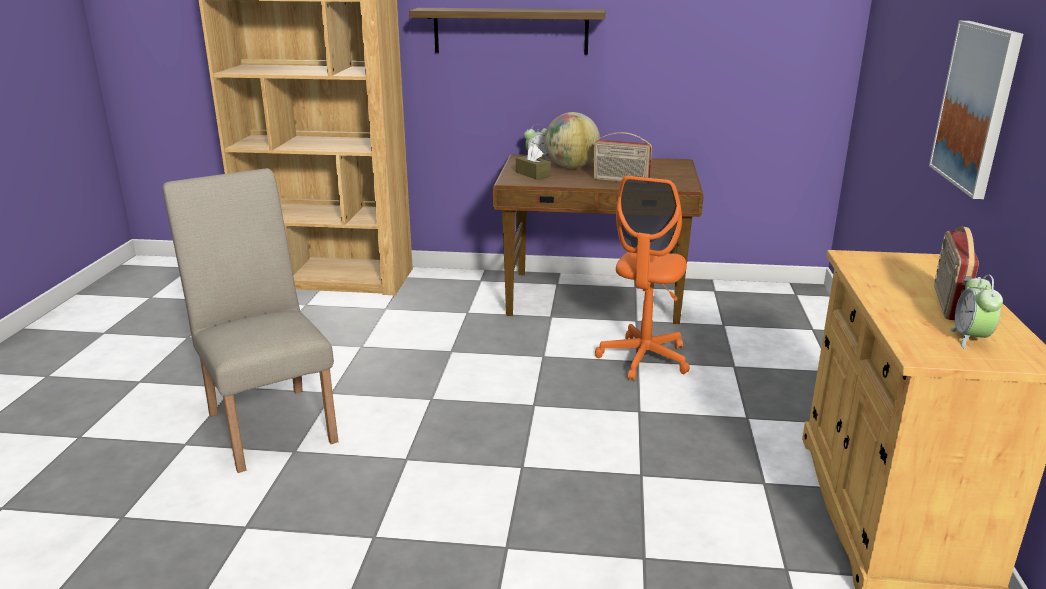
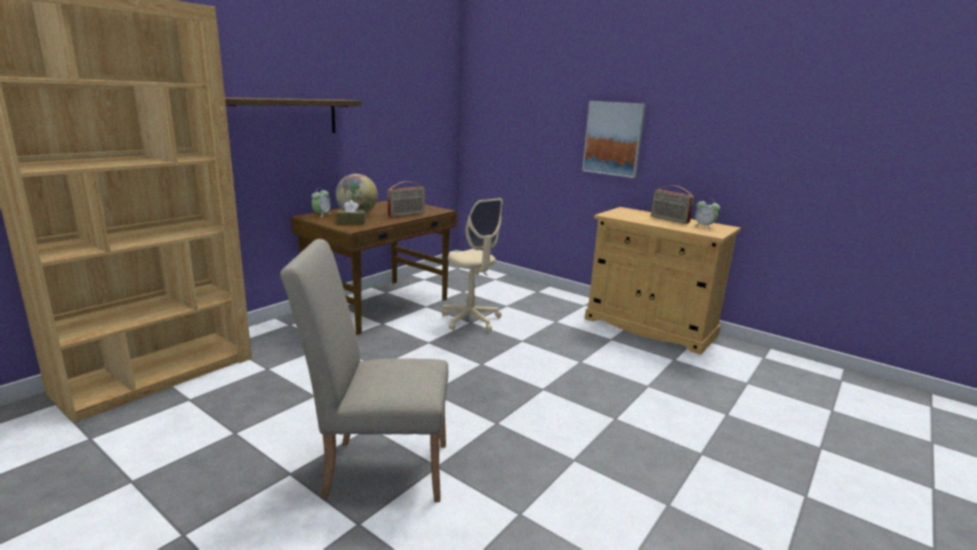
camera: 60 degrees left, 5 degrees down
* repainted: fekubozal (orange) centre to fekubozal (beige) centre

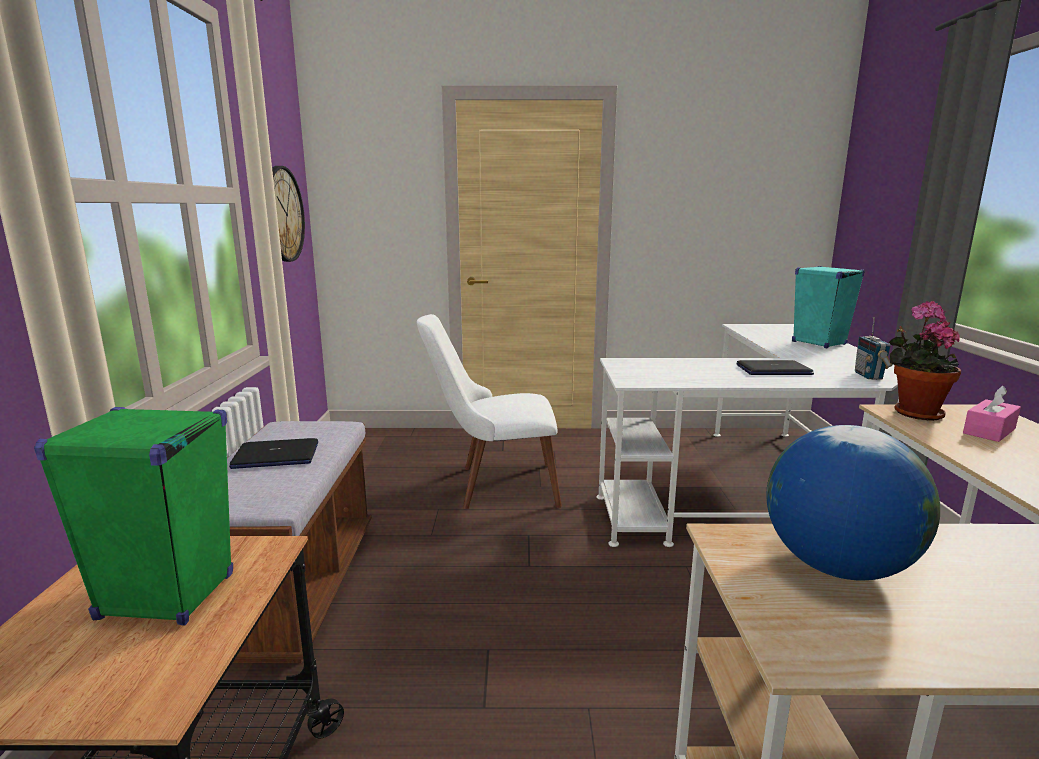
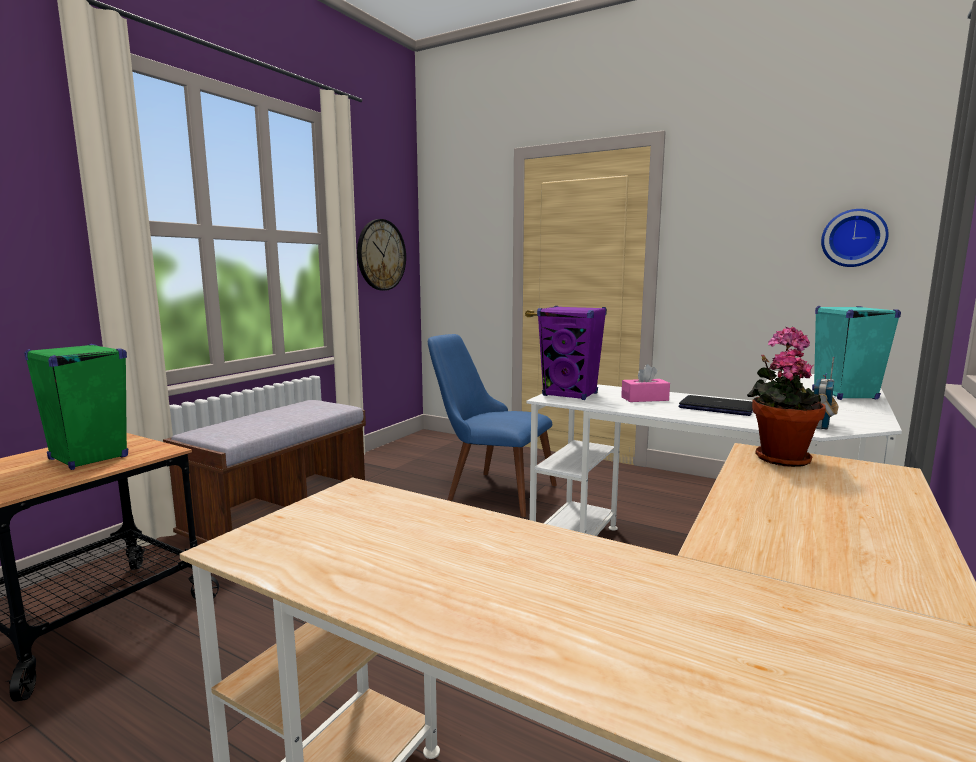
camera: 30 degrees right, 5 degrees down
* repainted: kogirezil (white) centre to kogirezil (blue) centre
* new: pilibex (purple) centre
* shifted: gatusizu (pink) middle right to centre
* new: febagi (no. 2 from left) top right
* gone: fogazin (no. 1 from left) middle left
* gone: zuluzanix middle right

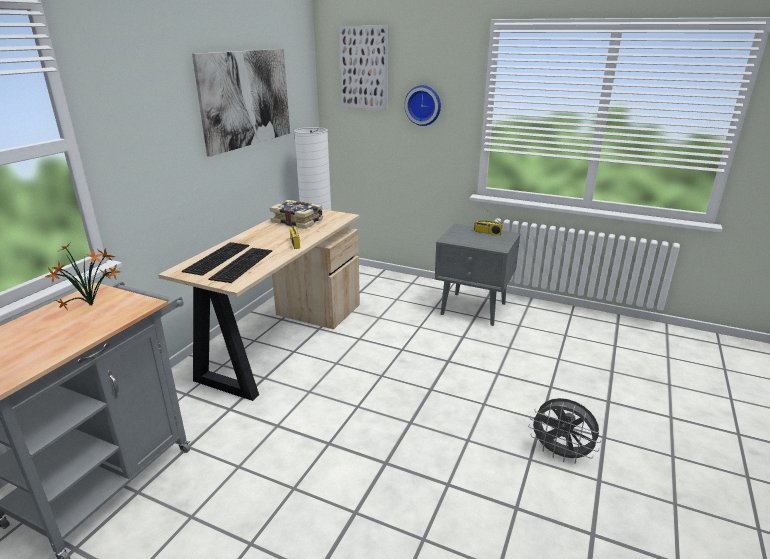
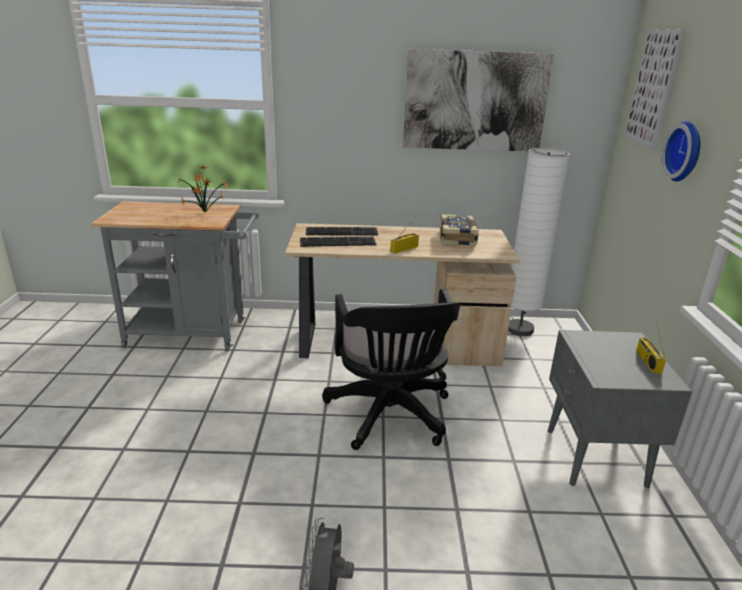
camera: 65 degrees right, 0 degrees up
* new: fekubozal (black) centre

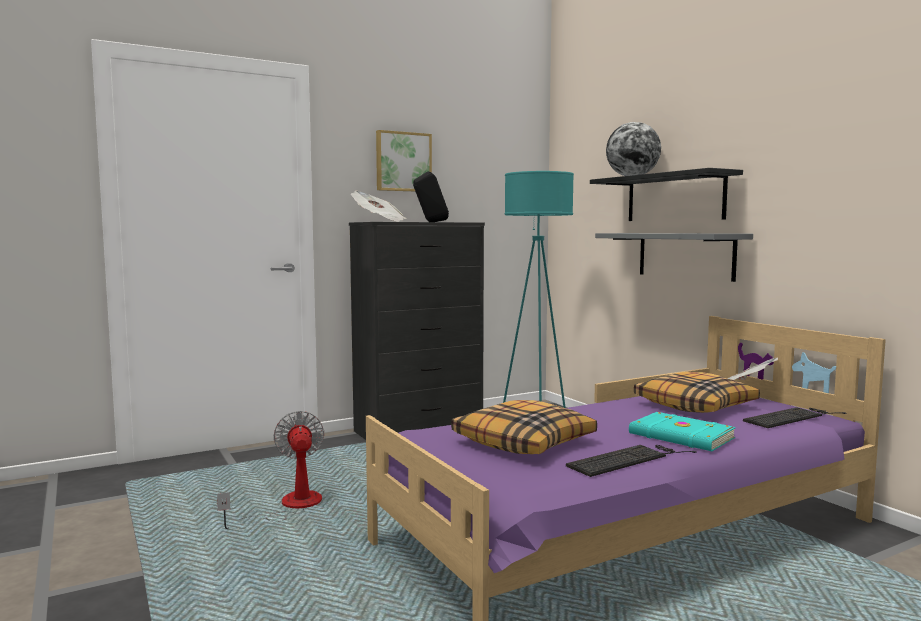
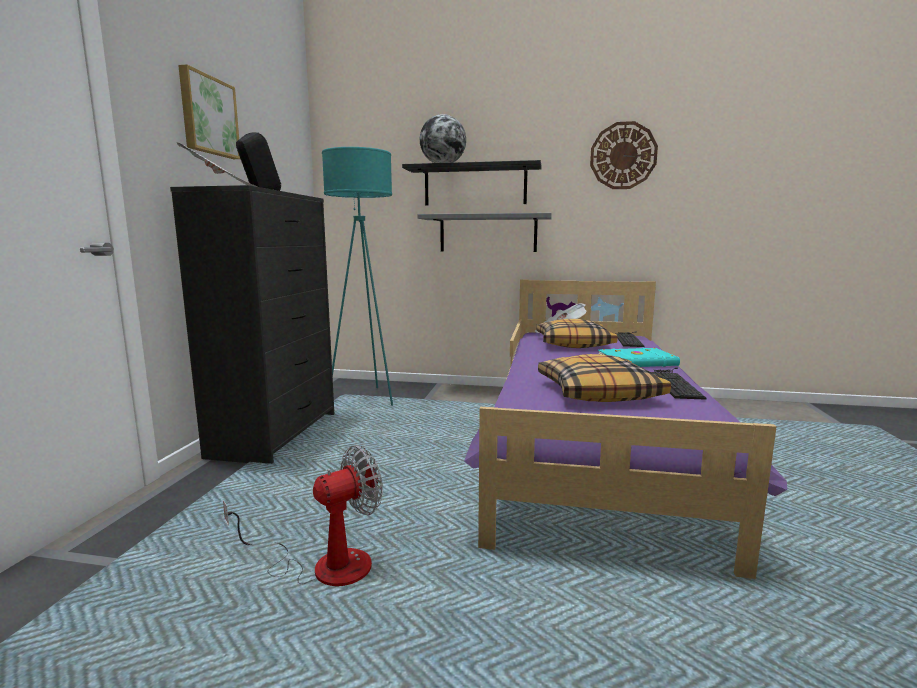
camera: 50 degrees left, 5 degrees up
* rotated: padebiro bottom left = bottom left 120 degrees clockwise
* new: febagi top right

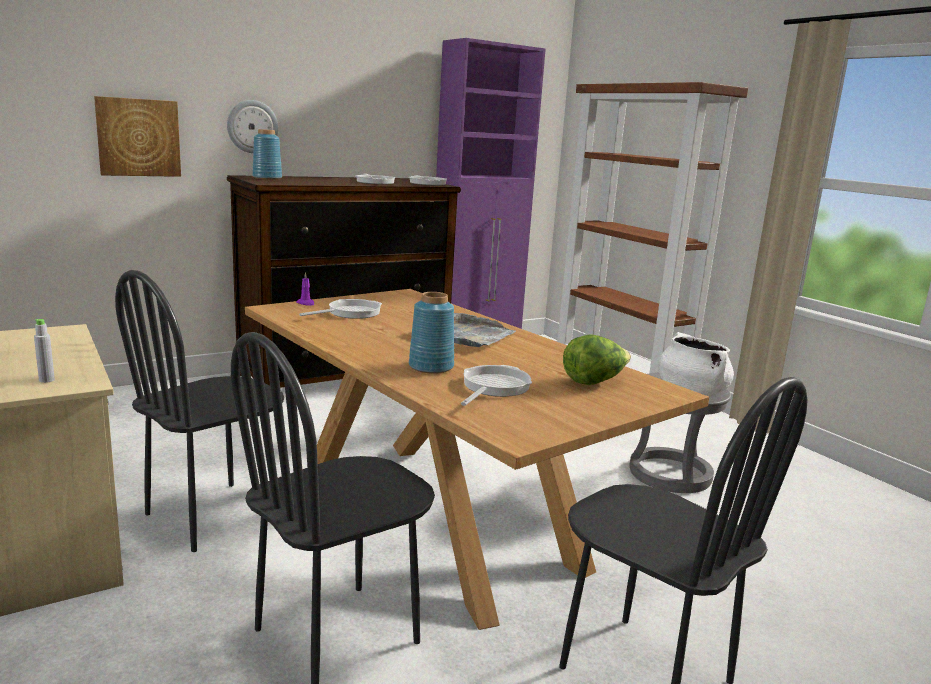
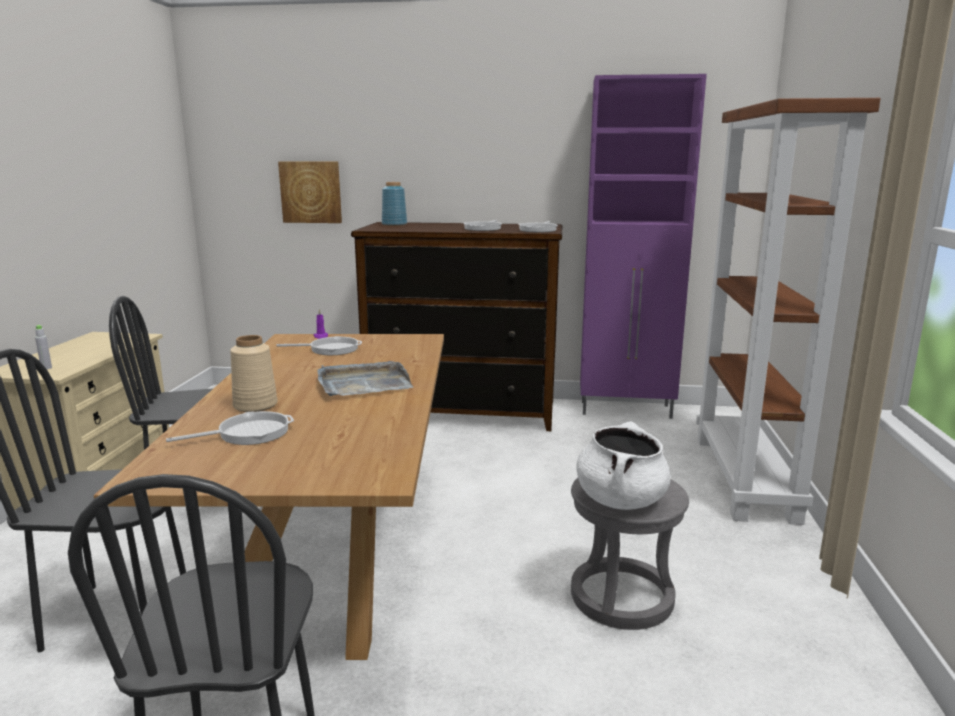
camera: 40 degrees right, 0 degrees up
* repainted: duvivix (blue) (no. 2 from left) centre to duvivix (beige) middle left
* gone: febagi top left
* gone: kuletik centre

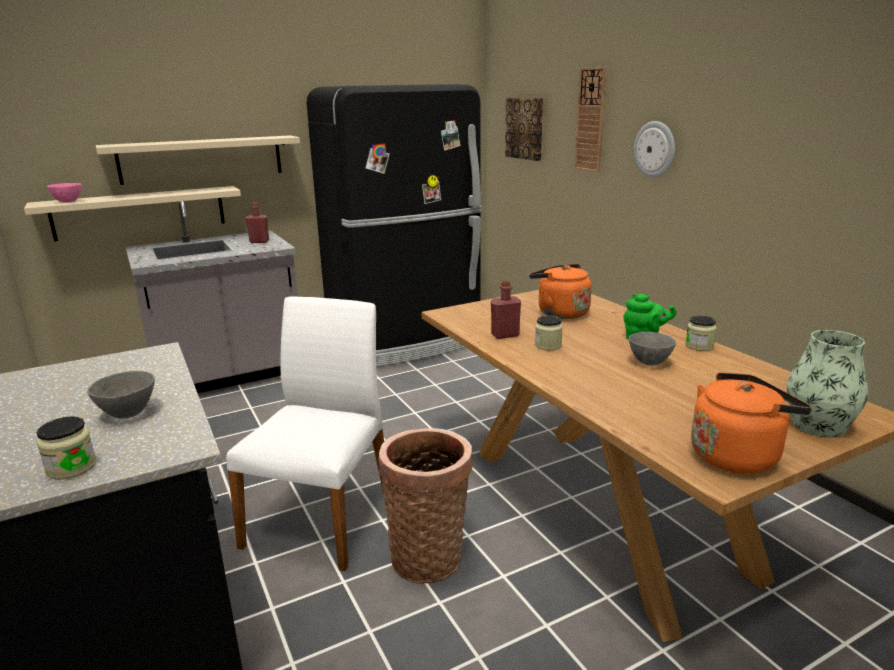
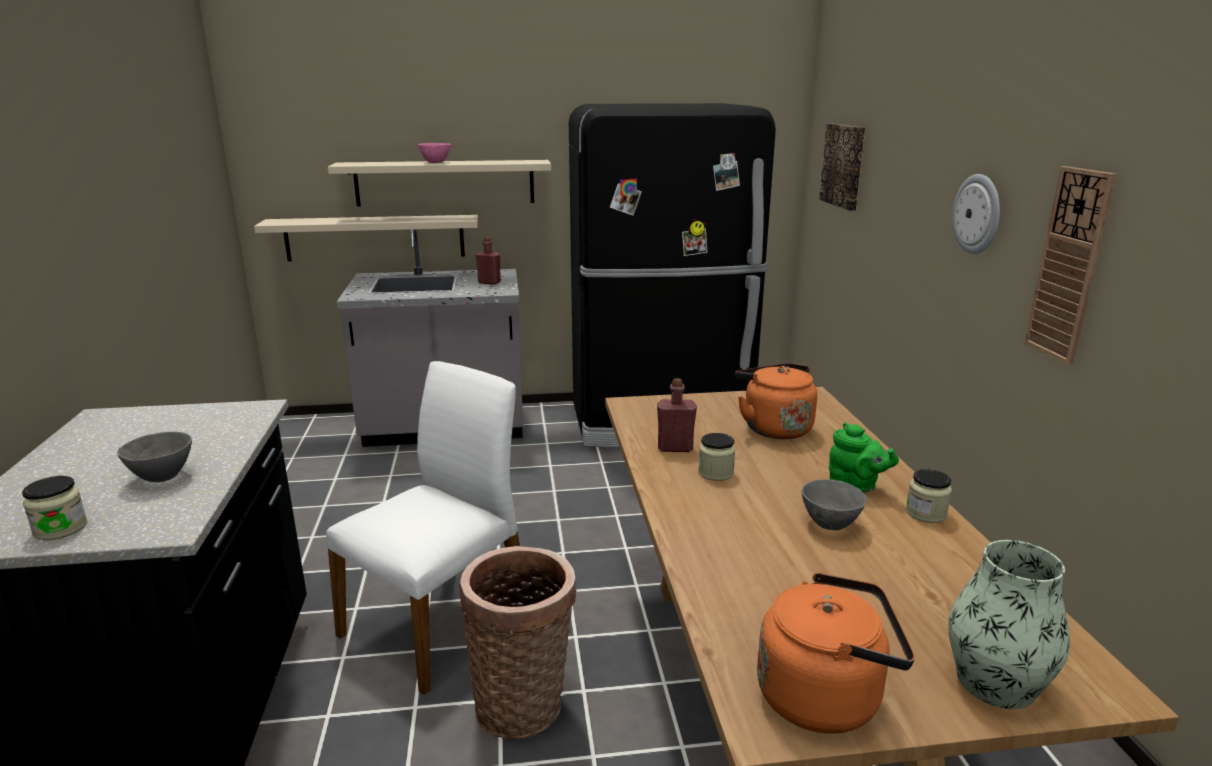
camera: 20 degrees right, 0 degrees up
* shifted: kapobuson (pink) top left to top centre
* shifted: febagi (no. 1 from left in the first image) top centre to febagi (no. 2 from left) middle right

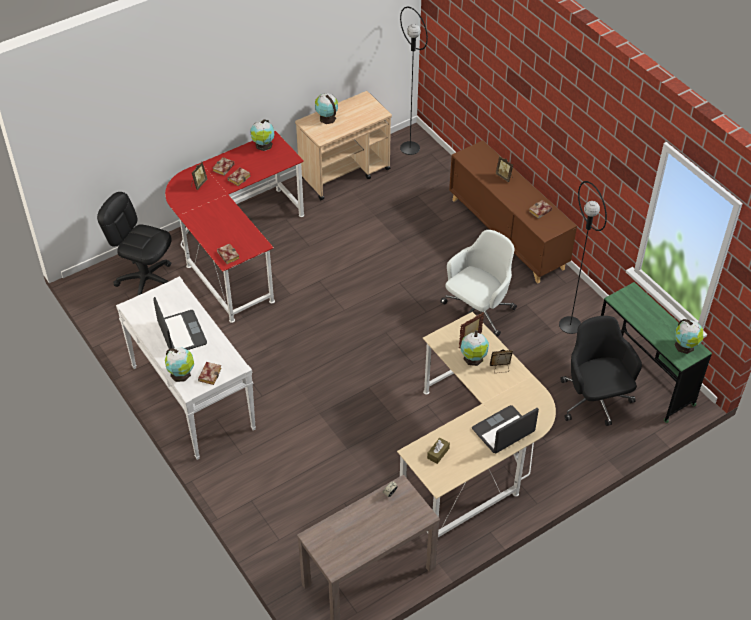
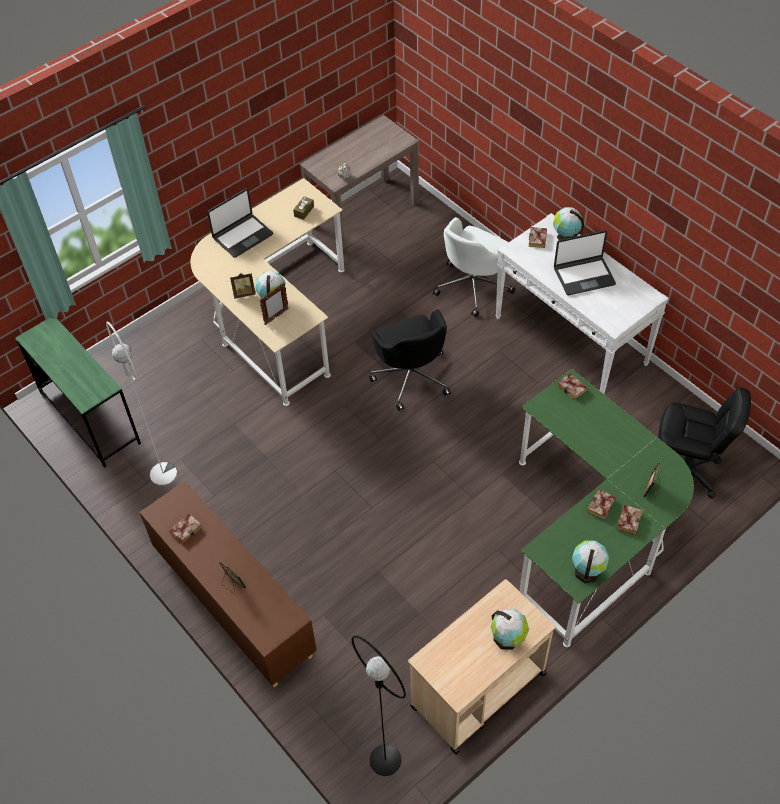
camera: 175 degrees right, 5 degrees up
* repainted: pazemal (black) (no. 2 from left) middle right to pazemal (white) middle left
* shifted: fekubozal (black) (no. 2 from left in the first image) middle right to fekubozal (black) (no. 1 from left) centre
* shifted: fekubozal (white) centre to top centre
* repainted: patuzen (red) middle left to patuzen (green) (no. 2 from left) middle right
* rotated: fogazin (no. 1 from left in the first image) middle left = top right 75 degrees counterclockwise
* gone: zuluzanix (no. 5 from left) middle right

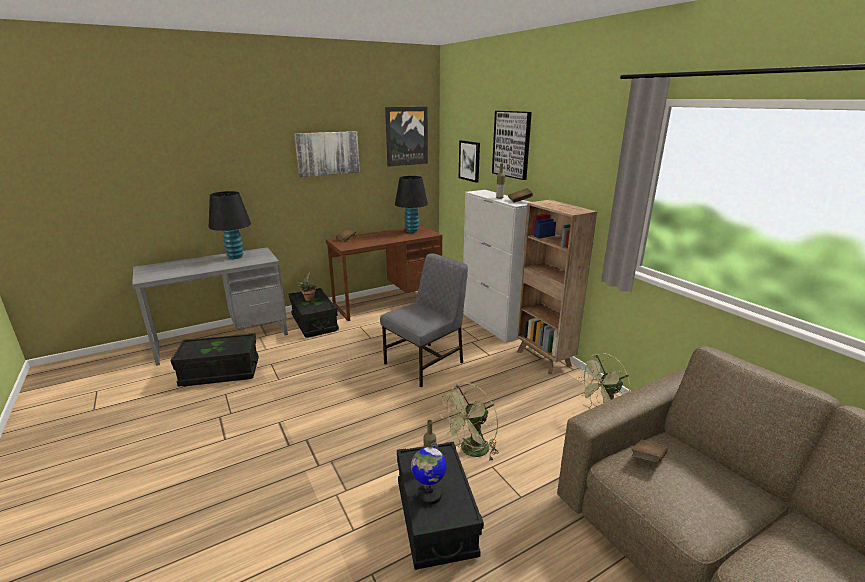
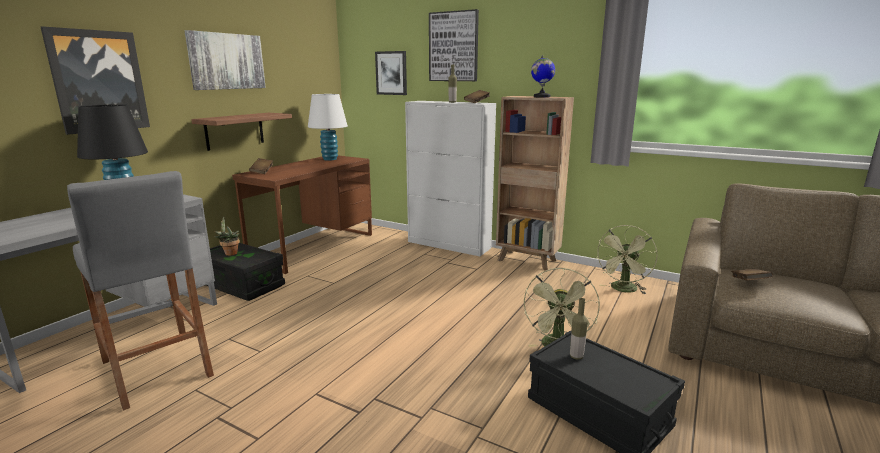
camera: 30 degrees left, 5 degrees down
* shifted: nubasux (no. 2 from left in the first image) top centre to nubasux (no. 1 from left) top left
* swapped: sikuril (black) (no. 1 from left) middle left to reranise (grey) middle left
* new: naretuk top left
* repainted: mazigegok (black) (no. 2 from left) centre to mazigegok (white) top centre
* shifted: zuluzanix bottom centre to top centre
* gone: kogirezil (grey) centre

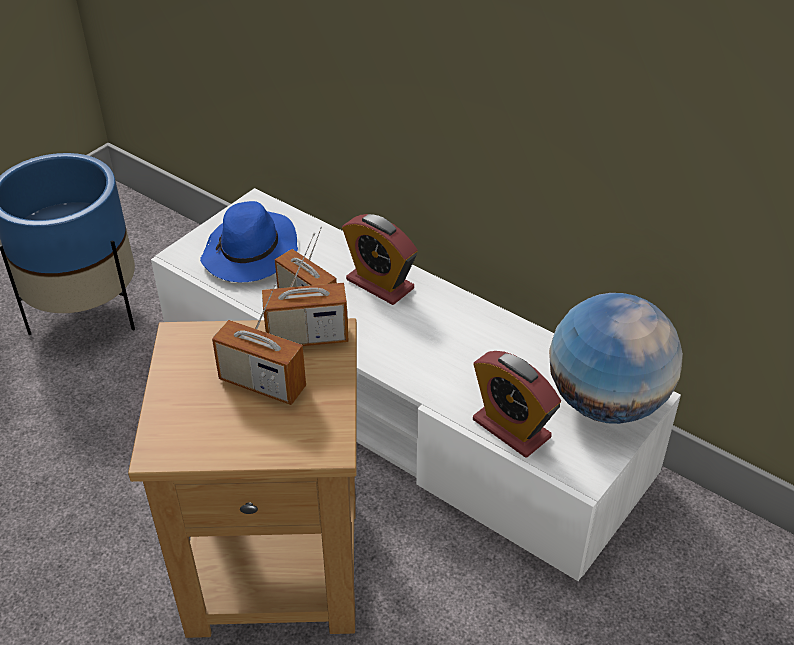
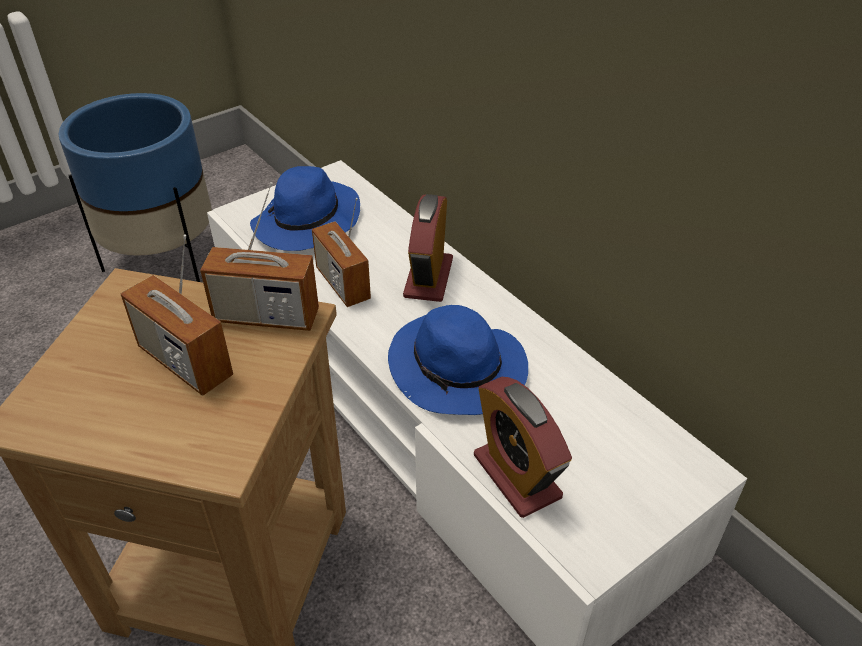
camera: 15 degrees right, 0 degrees up
* new: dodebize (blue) (no. 2 from left) centre
* rotated: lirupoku (no. 1 from left) centre = centre 45 degrees clockwise
* gone: zuluzanix middle right

